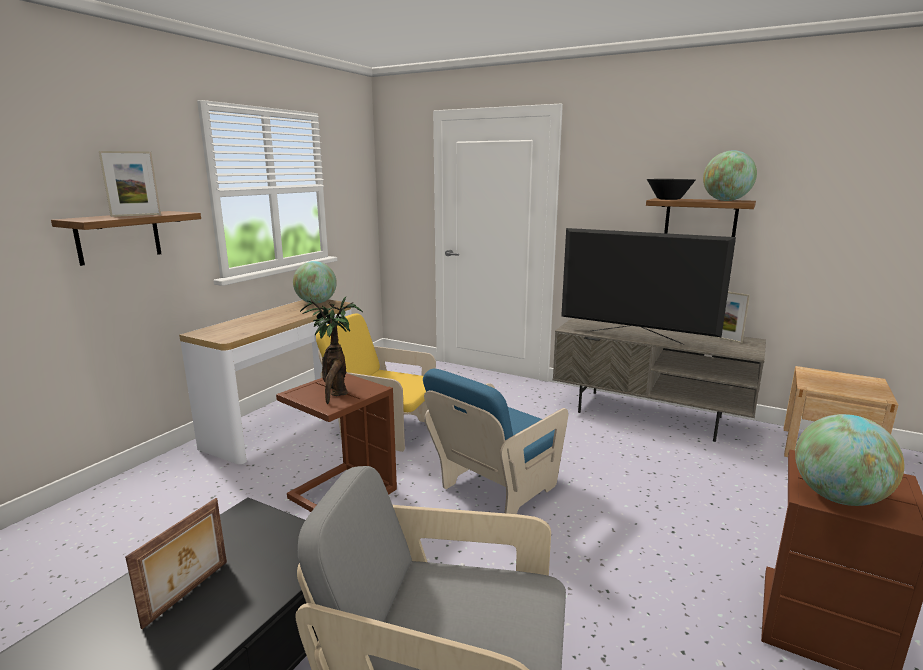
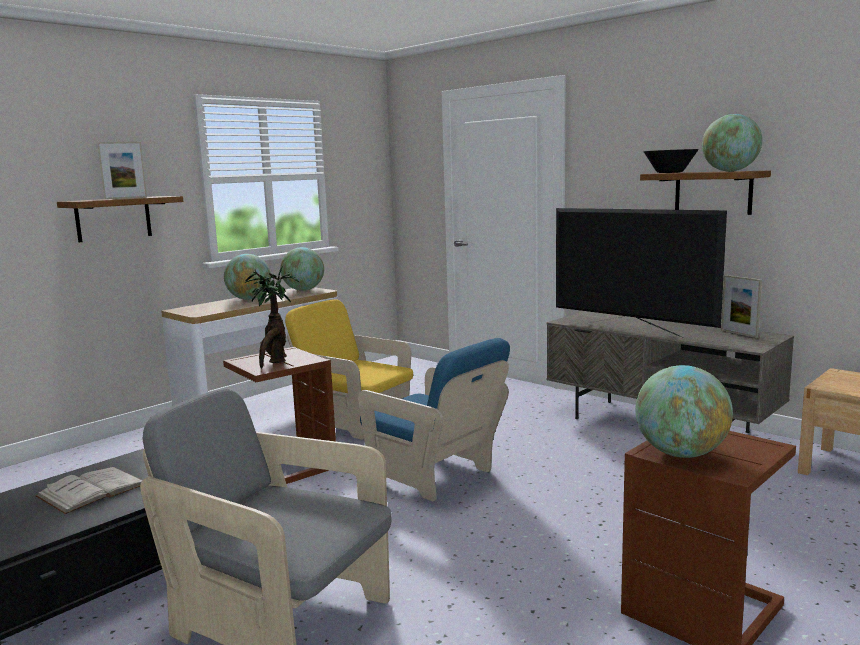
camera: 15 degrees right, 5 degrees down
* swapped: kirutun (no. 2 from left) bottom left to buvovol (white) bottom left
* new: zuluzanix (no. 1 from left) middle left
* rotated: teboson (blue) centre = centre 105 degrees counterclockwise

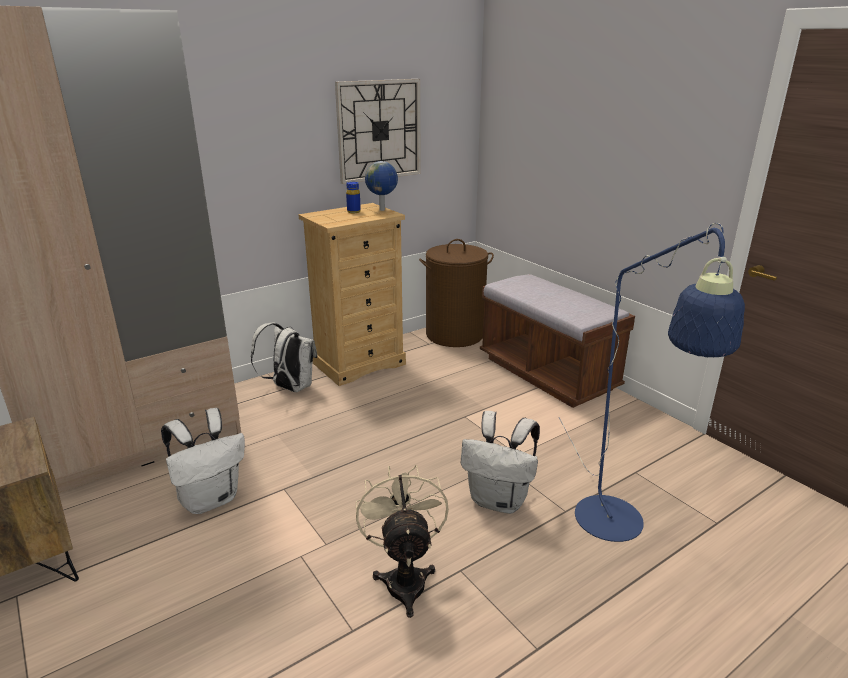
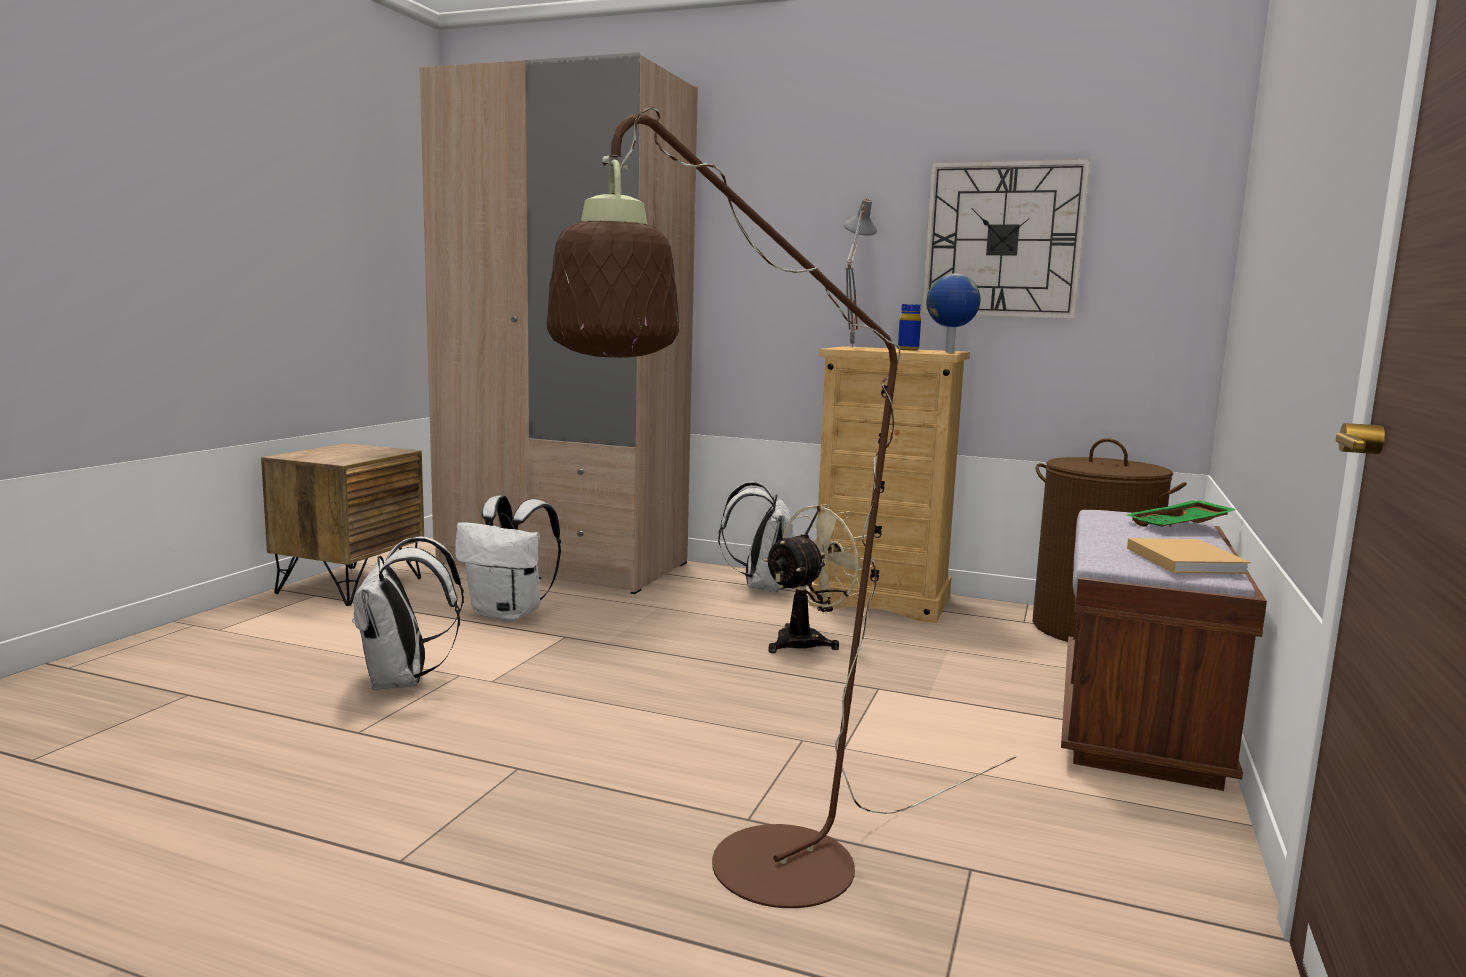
camera: 55 degrees right, 15 degrees down
* shifted: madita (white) (no. 3 from left in the first image) bottom centre to madita (white) (no. 1 from left) middle left
* repainted: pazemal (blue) middle right to pazemal (brown) centre
* shifted: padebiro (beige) bottom centre to centre
* new: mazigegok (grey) top centre
* new: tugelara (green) middle right
* new: buvovol (beige) middle right

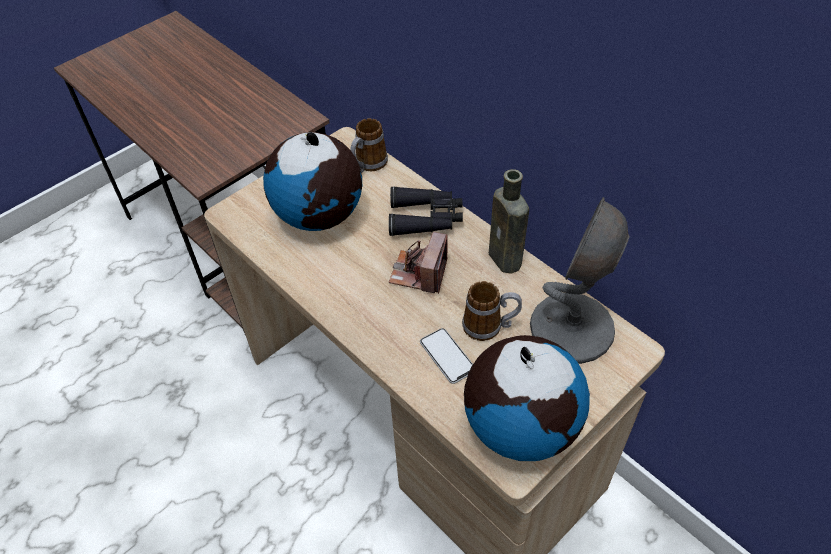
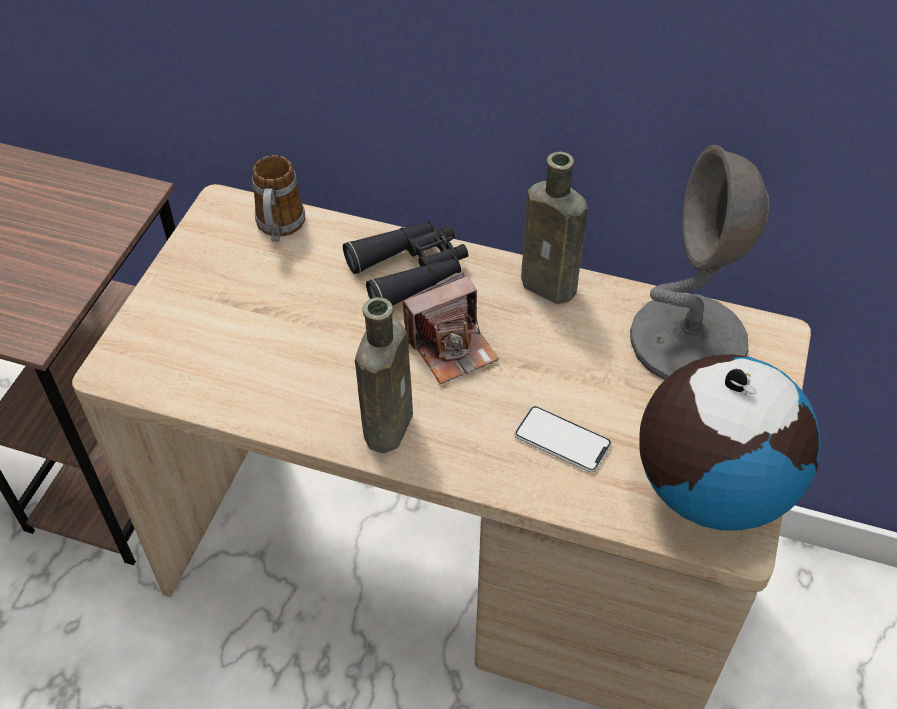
camera: 30 degrees left, 0 degrees up
* new: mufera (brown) (no. 1 from left) centre
* rotated: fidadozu centre = centre 105 degrees counterclockwise
* gone: zuluzanix (no. 1 from left) top centre
* gone: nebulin (no. 2 from left) centre

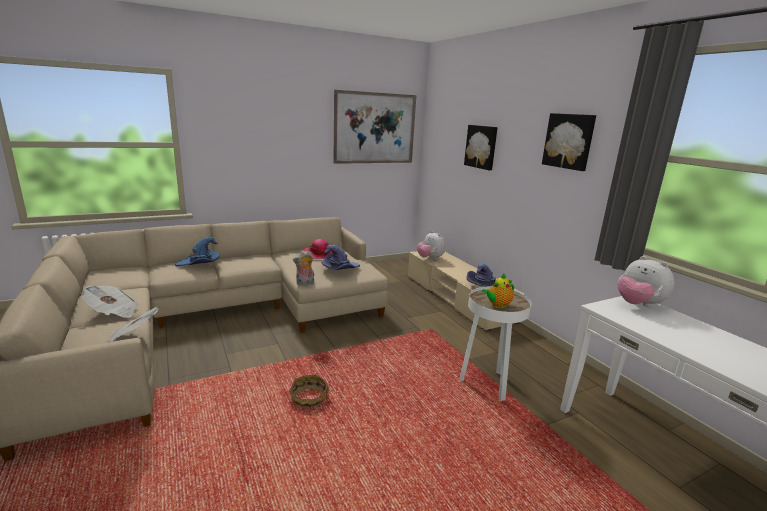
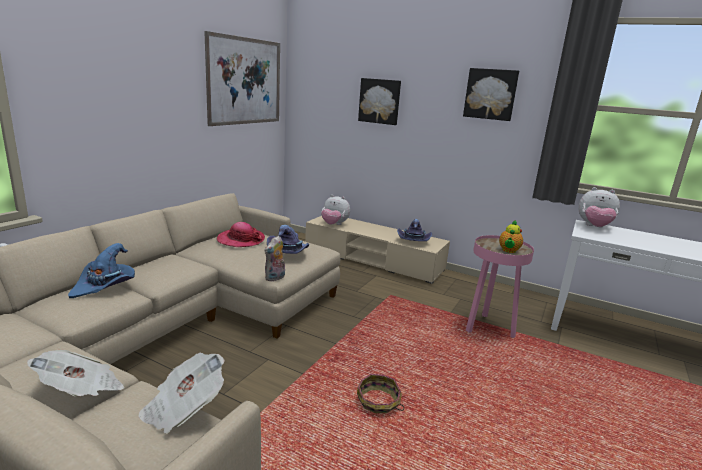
camera: 35 degrees left, 0 degrees up
* repainted: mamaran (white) bottom centre to mamaran (pink) middle right

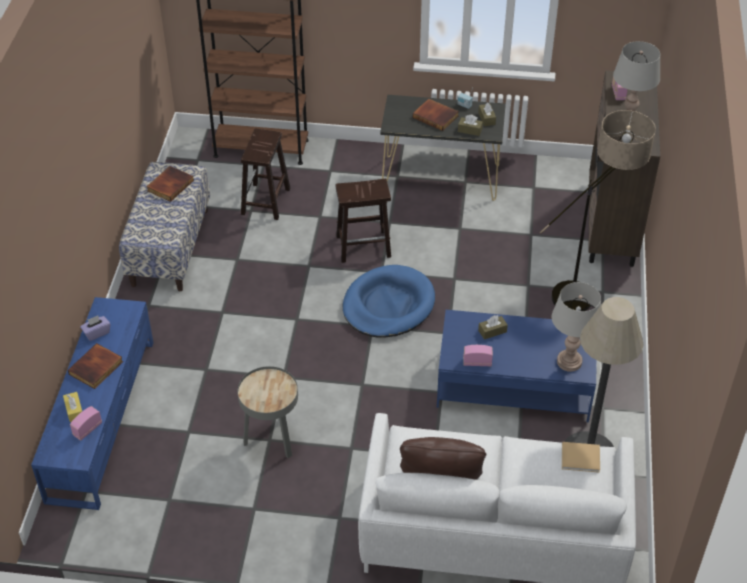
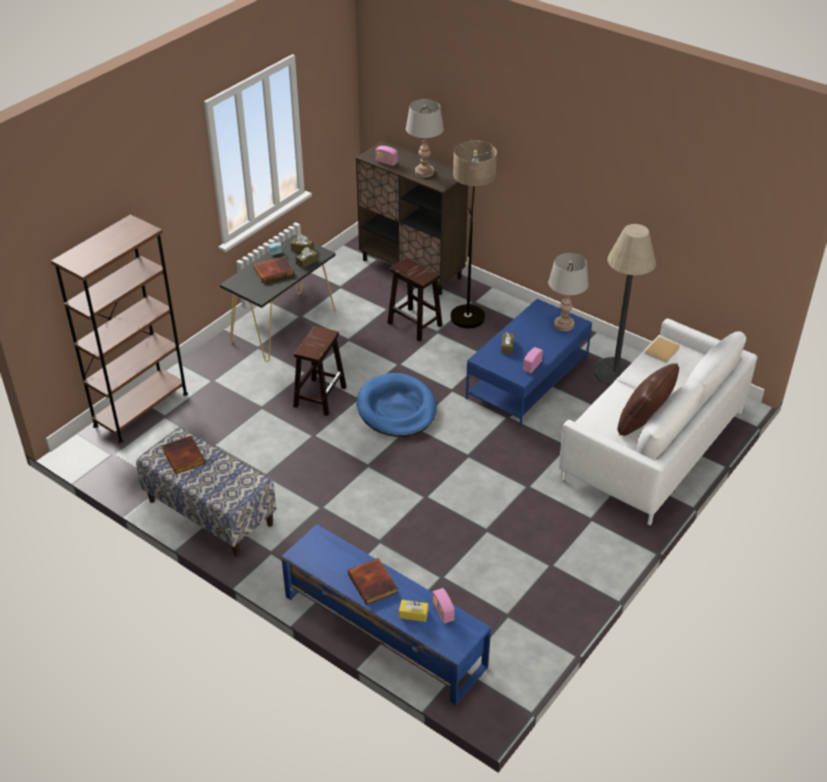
camera: 60 degrees left, 5 degrees down
* shifted: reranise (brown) (no. 1 from left in the first image) top centre to reranise (brown) (no. 2 from left) centre
* gone: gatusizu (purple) middle left
* gone: mamaran (grey) bottom centre

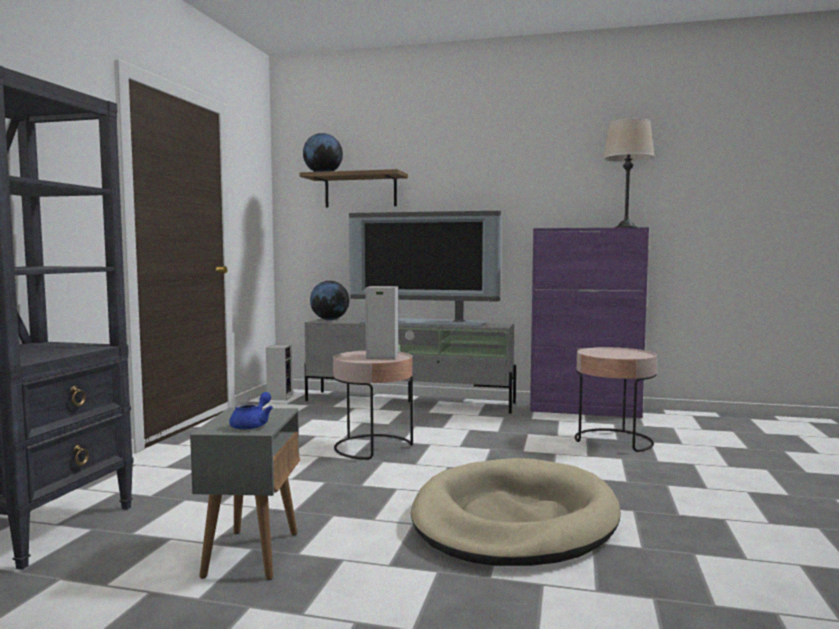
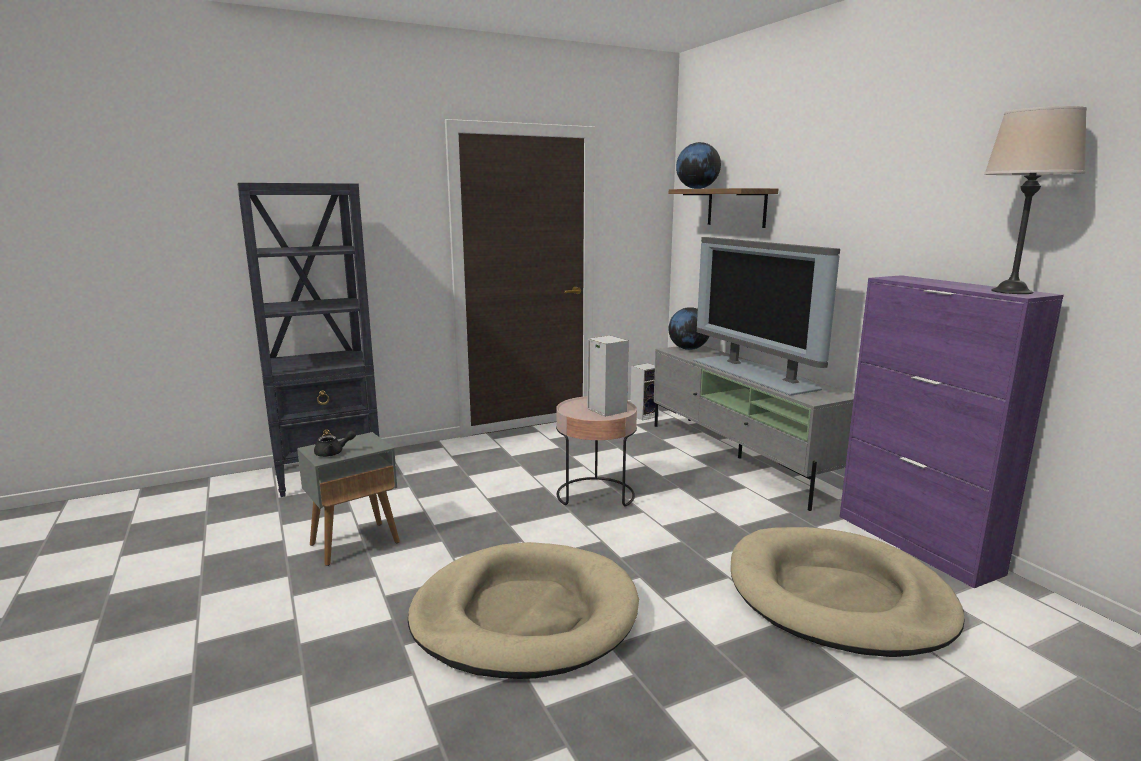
camera: 50 degrees right, 10 degrees up
* repainted: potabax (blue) middle left to potabax (black) middle left
* swapped: mamaran (pink) (no. 2 from left) middle right to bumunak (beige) (no. 2 from left) bottom right

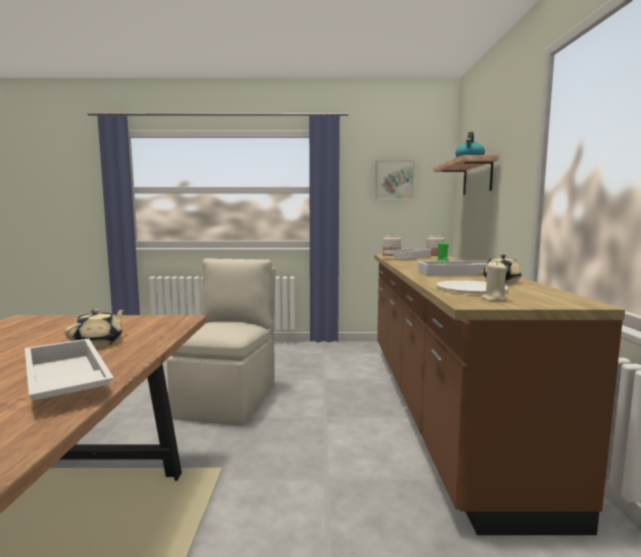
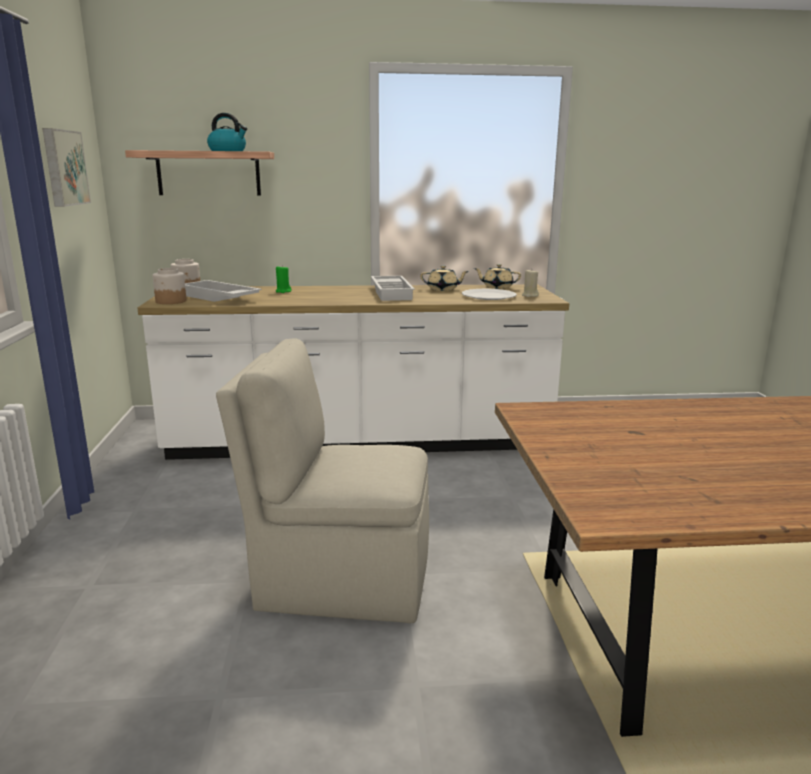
camera: 95 degrees left, 10 degrees up
* repainted: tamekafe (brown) bottom right to tamekafe (white) centre
* shifted: potabax (beige) (no. 1 from left in the first image) middle left to potabax (beige) (no. 2 from left) centre
* gone: tugelara (white) (no. 1 from left) middle left

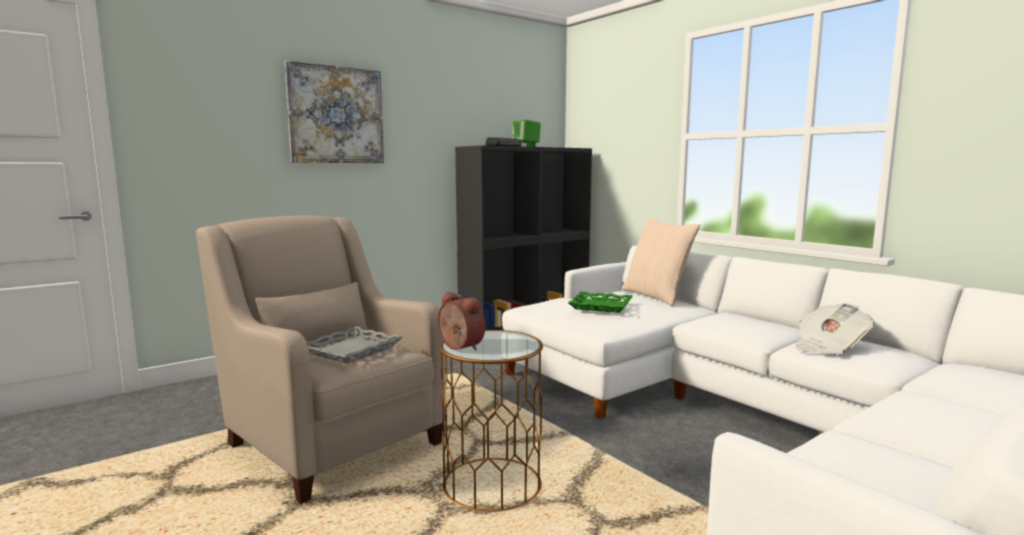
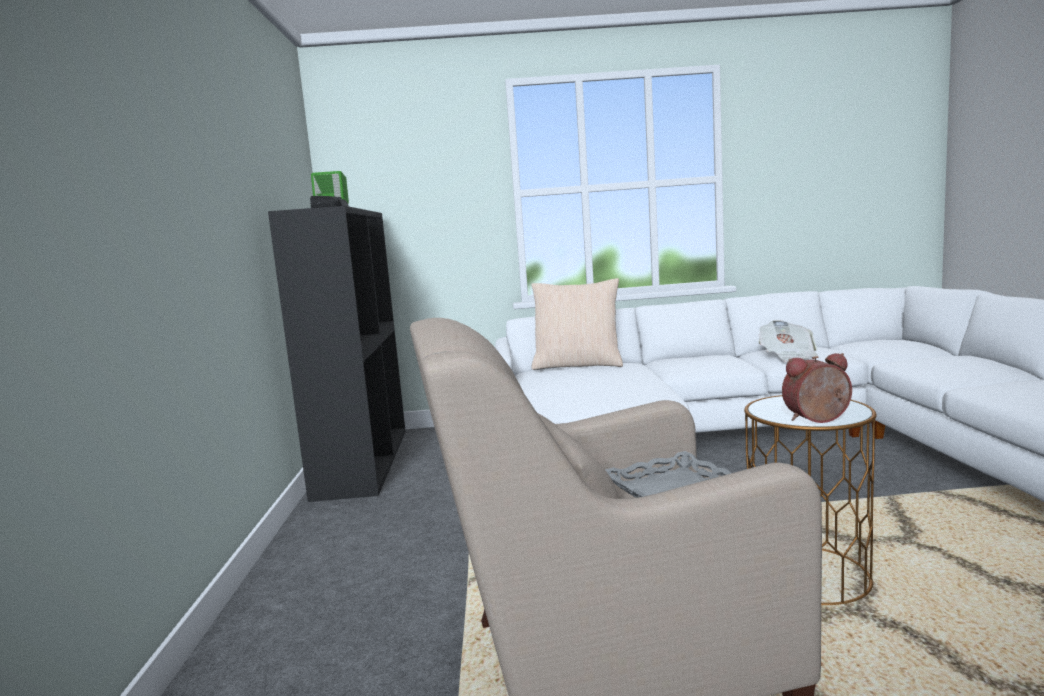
camera: 55 degrees left, 0 degrees up
* gone: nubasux top left
* gone: tugelara (green) centre

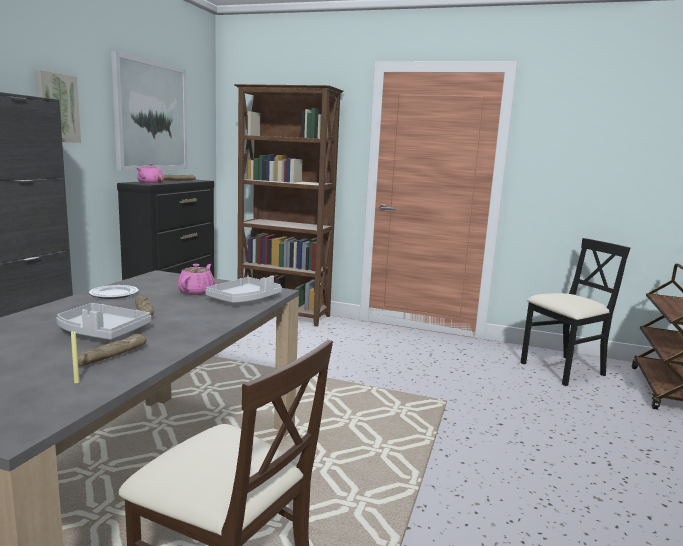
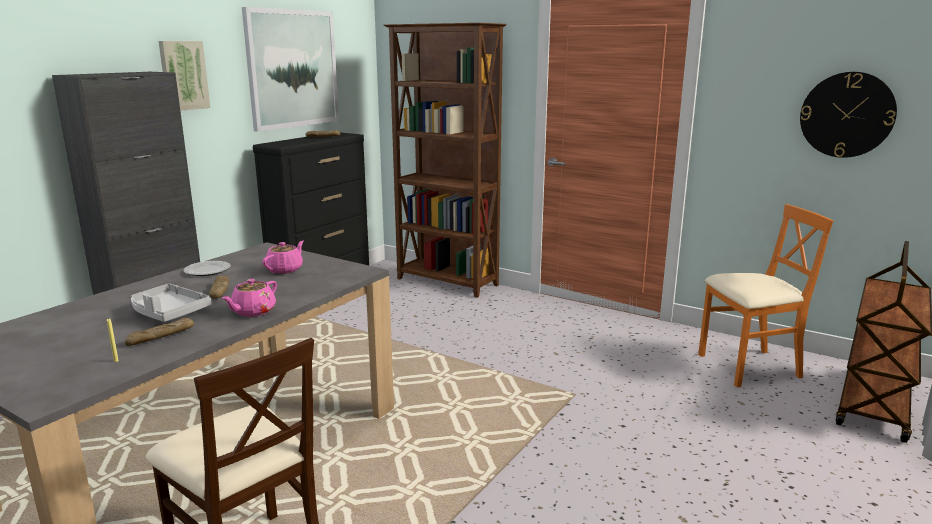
camera: 15 degrees right, 5 degrees up
* shifted: potabax (pink) (no. 1 from left) top left to middle left
* repainted: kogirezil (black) middle right to kogirezil (orange) middle right
* new: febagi top right
* gone: tugelara (grey) (no. 2 from left) centre

